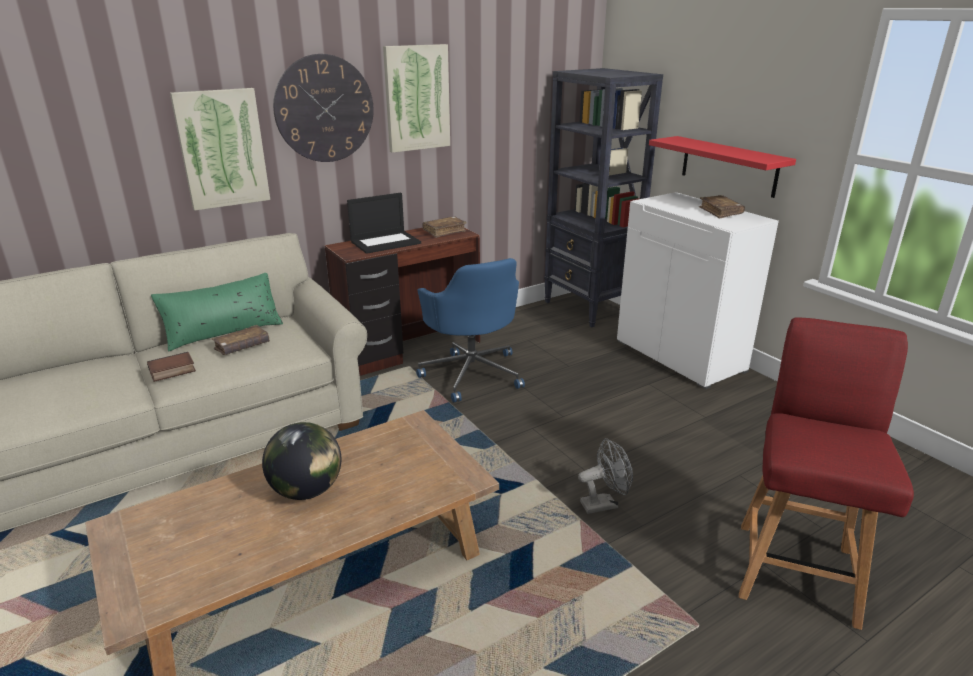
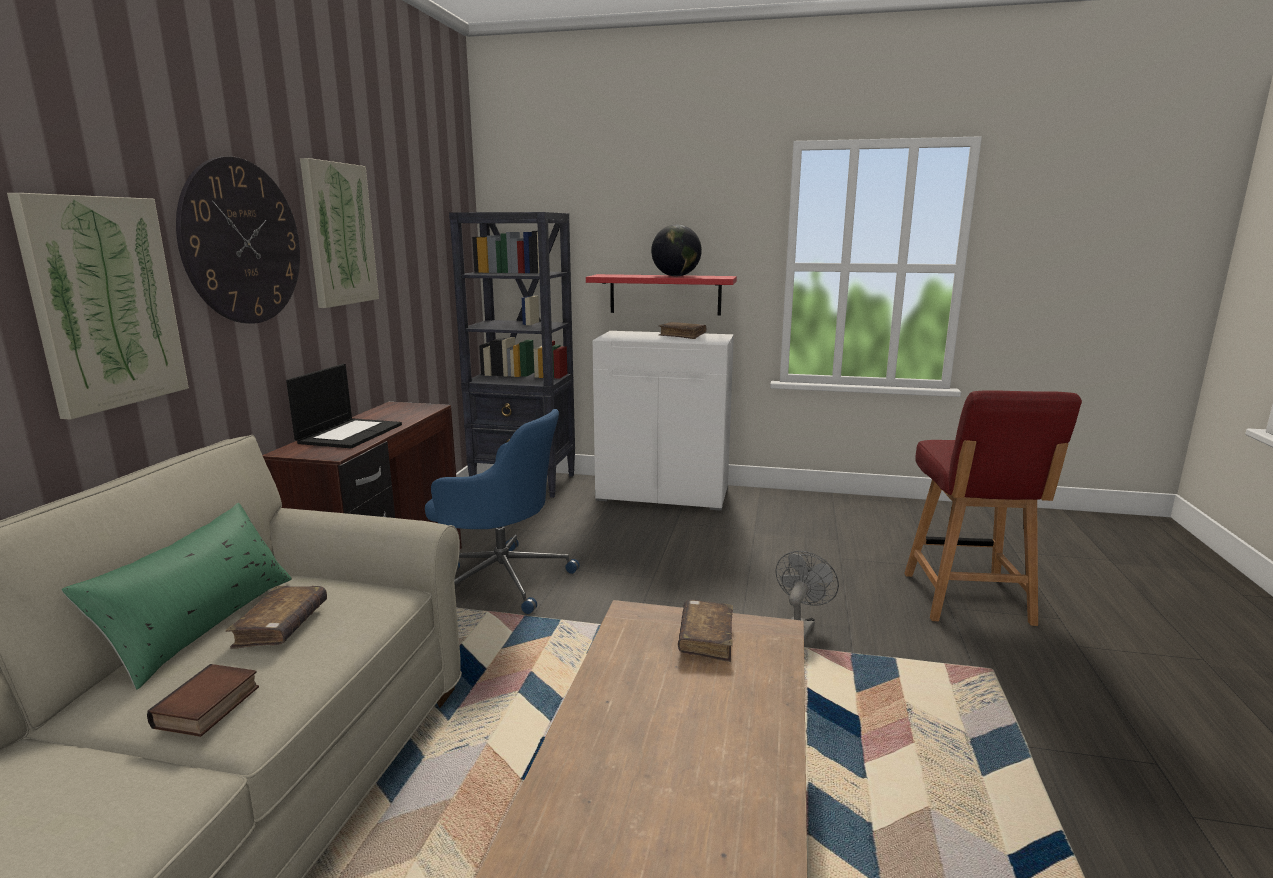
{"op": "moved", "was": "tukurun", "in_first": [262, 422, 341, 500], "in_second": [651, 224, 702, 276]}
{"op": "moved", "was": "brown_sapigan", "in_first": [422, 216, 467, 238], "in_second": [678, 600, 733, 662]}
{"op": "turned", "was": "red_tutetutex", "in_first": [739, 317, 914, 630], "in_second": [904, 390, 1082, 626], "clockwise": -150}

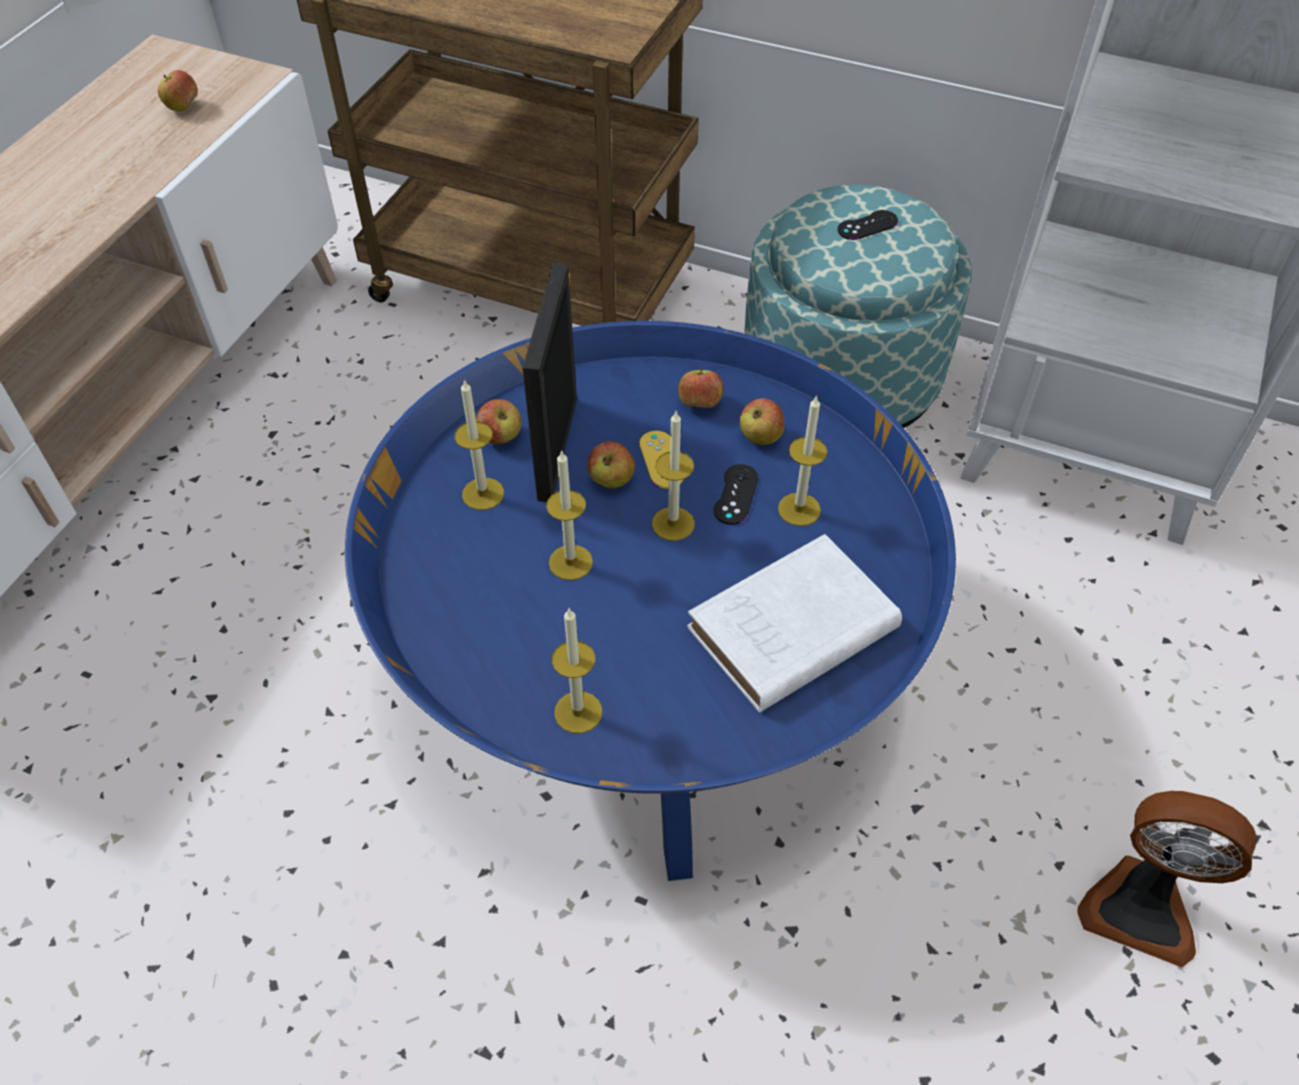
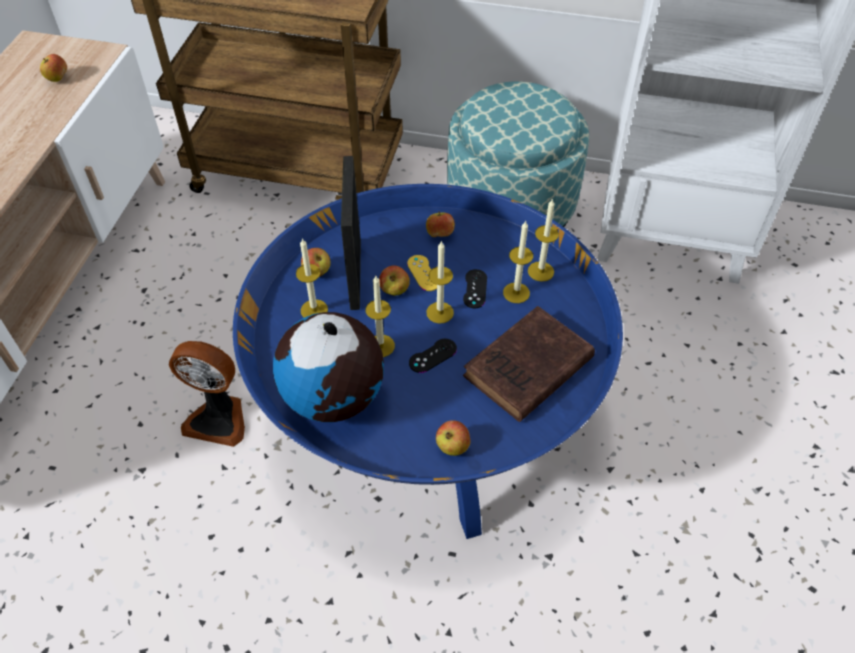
{"op": "added", "now": "tukurun", "in_second": [273, 312, 384, 422]}
{"op": "moved", "was": "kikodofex", "in_first": [552, 609, 602, 733], "in_second": [528, 198, 559, 282]}
{"op": "moved", "was": "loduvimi", "in_first": [739, 398, 784, 445], "in_second": [436, 420, 470, 456]}
{"op": "moved", "was": "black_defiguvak", "in_first": [838, 210, 898, 240], "in_second": [409, 339, 457, 373]}
{"op": "moved", "was": "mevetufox", "in_first": [1077, 791, 1256, 968], "in_second": [169, 341, 245, 447]}
{"op": "recoloured", "was": "white_sapigan", "now": "brown_sapigan", "in_first": [687, 534, 902, 712], "in_second": [463, 306, 595, 422]}

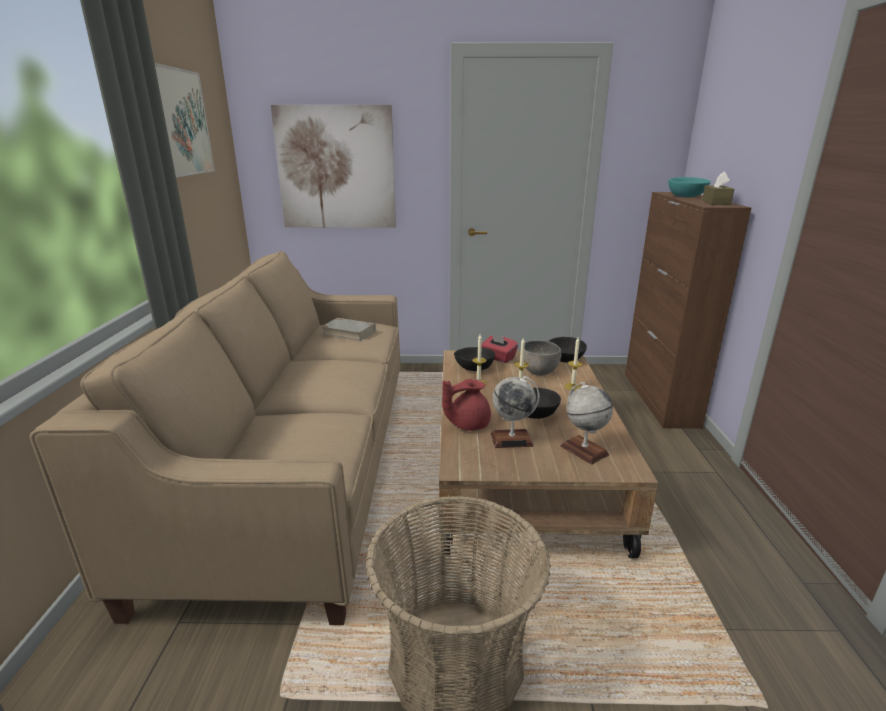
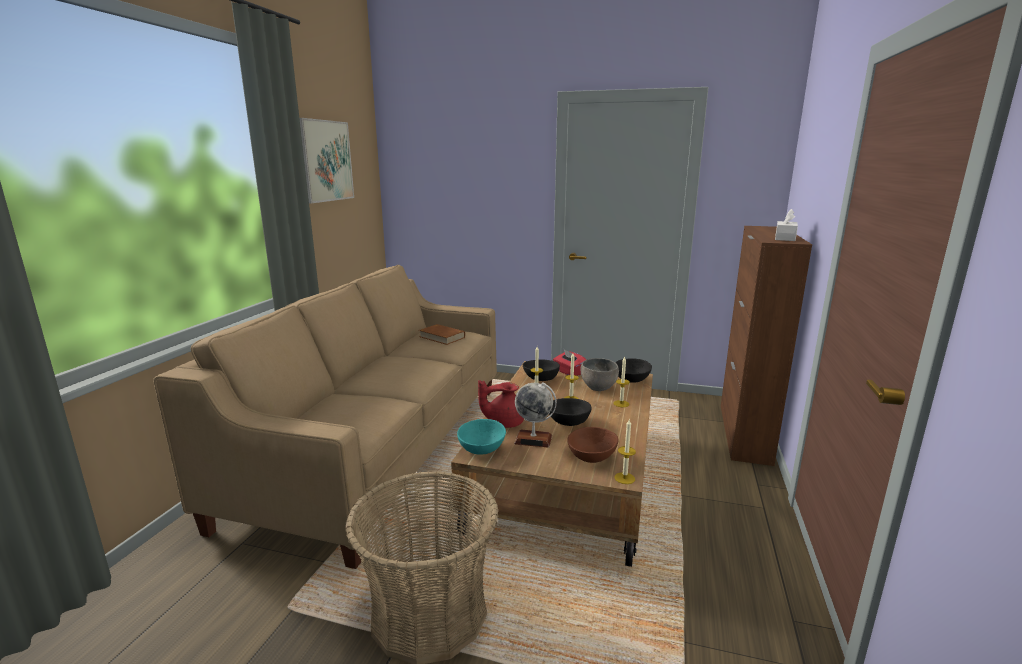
{"op": "removed", "was": "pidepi", "in_first": [271, 105, 396, 228]}
{"op": "added", "now": "kikodofex", "in_second": [615, 419, 636, 484]}
{"op": "moved", "was": "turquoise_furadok", "in_first": [668, 177, 711, 197], "in_second": [457, 419, 506, 455]}
{"op": "replaced", "was": "tukurun", "now": "brown_furadok", "in_first": [560, 382, 613, 464], "in_second": [567, 427, 618, 463]}
{"op": "recoloured", "was": "grey_sapigan", "now": "brown_sapigan", "in_first": [321, 318, 376, 341], "in_second": [419, 324, 465, 345]}
{"op": "recoloured", "was": "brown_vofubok", "now": "white_vofubok", "in_first": [702, 172, 734, 205], "in_second": [775, 209, 798, 241]}

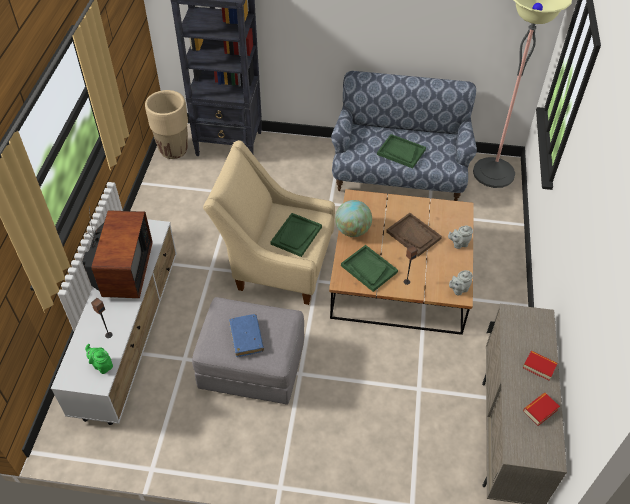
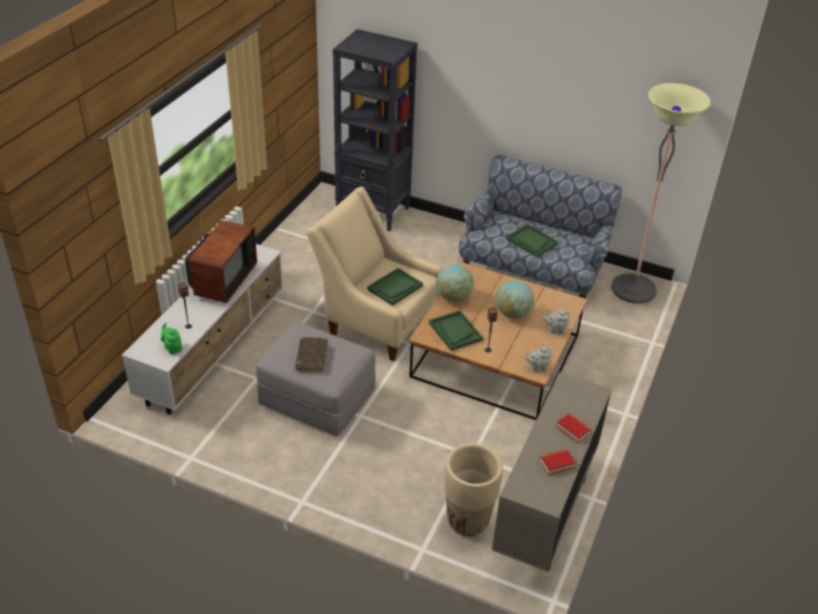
{"op": "moved", "was": "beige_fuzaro", "in_first": [145, 90, 188, 159], "in_second": [444, 443, 503, 537]}
{"op": "replaced", "was": "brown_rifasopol", "now": "tukurun", "in_first": [386, 213, 442, 257], "in_second": [496, 280, 534, 318]}
{"op": "recoloured", "was": "blue_sapigan", "now": "brown_sapigan", "in_first": [229, 314, 264, 357], "in_second": [295, 337, 328, 371]}

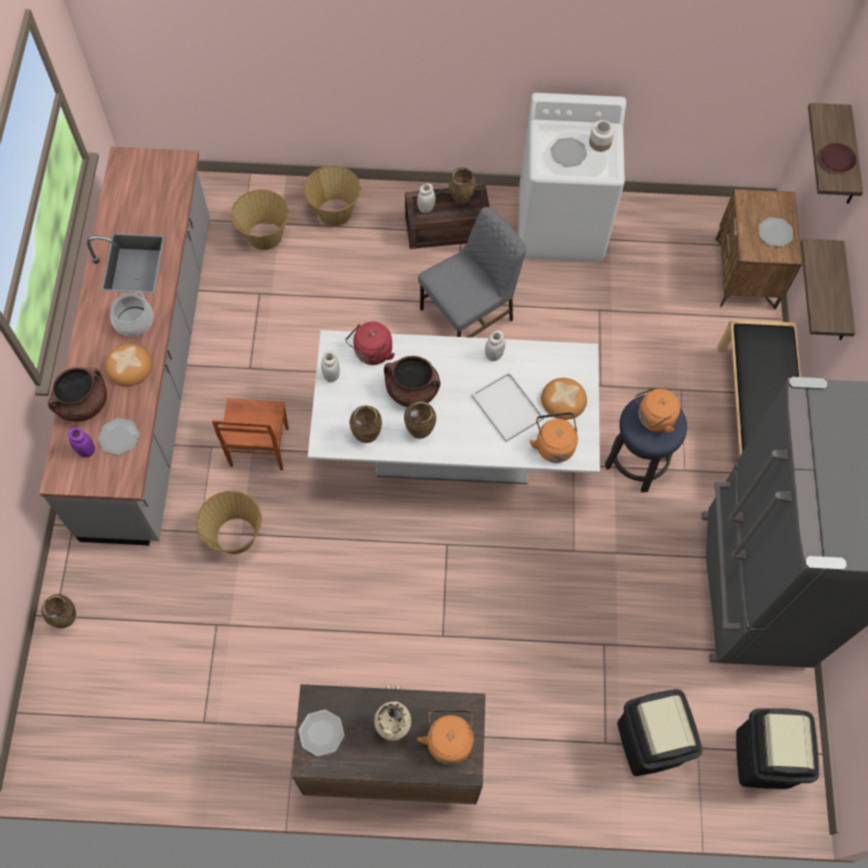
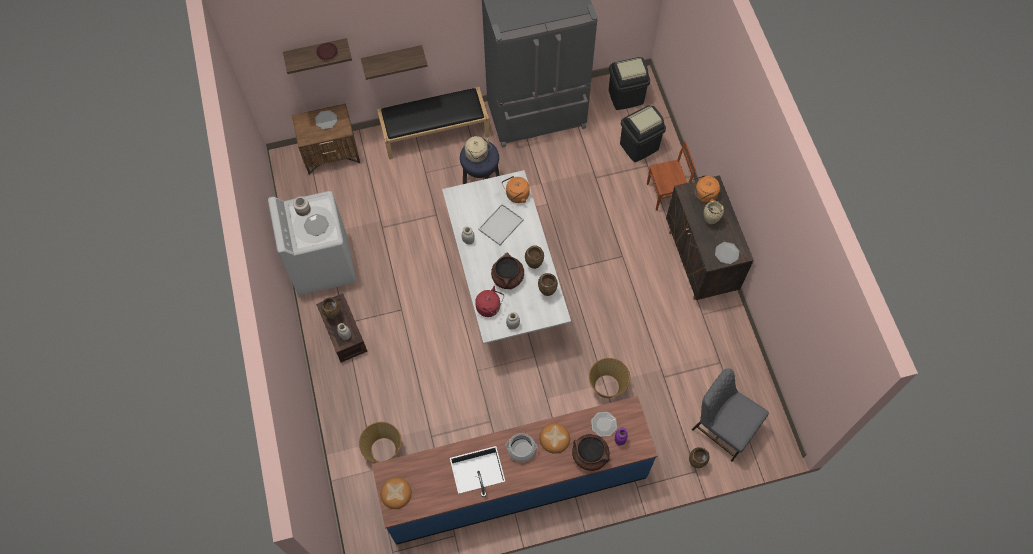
{"op": "removed", "was": "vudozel", "in_first": [304, 165, 361, 227]}
{"op": "moved", "was": "brown_tutetutex", "in_first": [212, 398, 289, 470], "in_second": [647, 141, 696, 211]}
{"op": "moved", "was": "grey_tutetutex", "in_first": [418, 207, 526, 338], "in_second": [692, 368, 769, 462]}
{"op": "moved", "was": "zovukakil", "in_first": [541, 378, 587, 420], "in_second": [380, 477, 412, 509]}
{"op": "recoloured", "was": "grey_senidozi", "now": "blue_senidozi", "in_first": [39, 147, 210, 545], "in_second": [372, 396, 657, 545]}
{"op": "recoloured", "was": "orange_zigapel", "now": "beige_zigapel", "in_first": [635, 387, 680, 433], "in_second": [465, 136, 492, 162]}

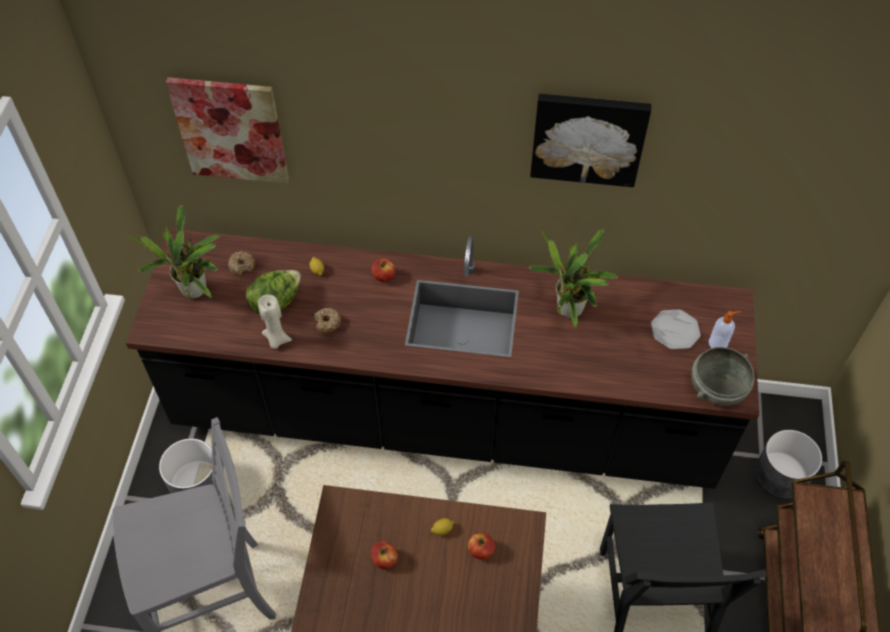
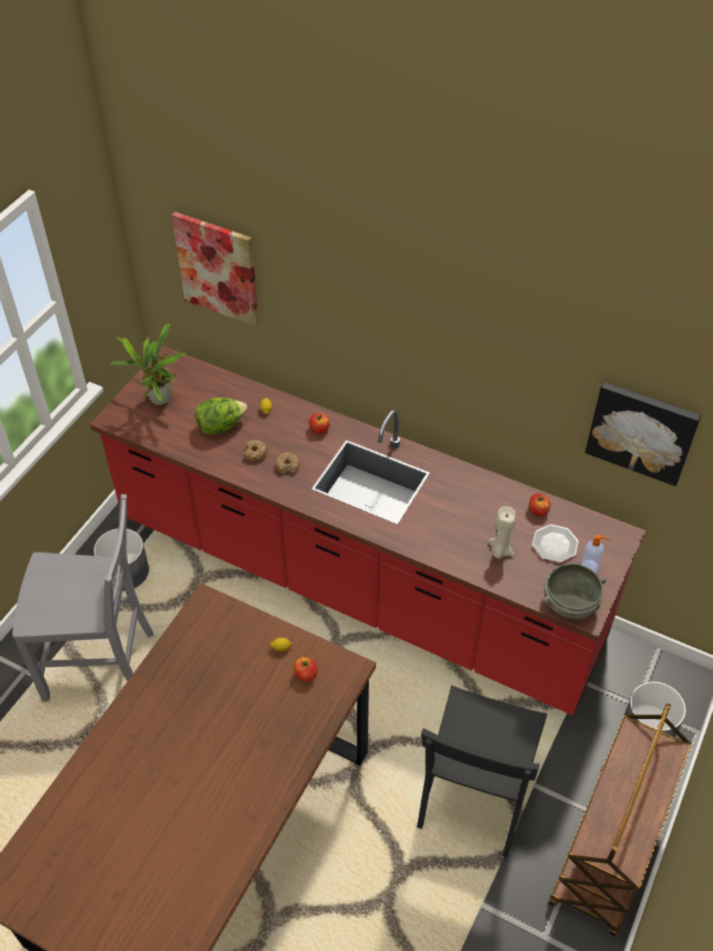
{"op": "removed", "was": "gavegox", "in_first": [529, 229, 618, 328]}
{"op": "moved", "was": "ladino", "in_first": [228, 251, 255, 276], "in_second": [276, 452, 300, 474]}
{"op": "moved", "was": "beige_kikodofex", "in_first": [258, 295, 292, 349], "in_second": [489, 506, 516, 559]}
{"op": "moved", "was": "loduvimi", "in_first": [371, 541, 398, 569], "in_second": [529, 493, 551, 516]}
{"op": "moved", "was": "pidepi", "in_first": [530, 94, 651, 187], "in_second": [585, 382, 701, 486]}
{"op": "recoloured", "was": "black_senidozi", "now": "red_senidozi", "in_first": [126, 229, 759, 489], "in_second": [90, 346, 646, 715]}

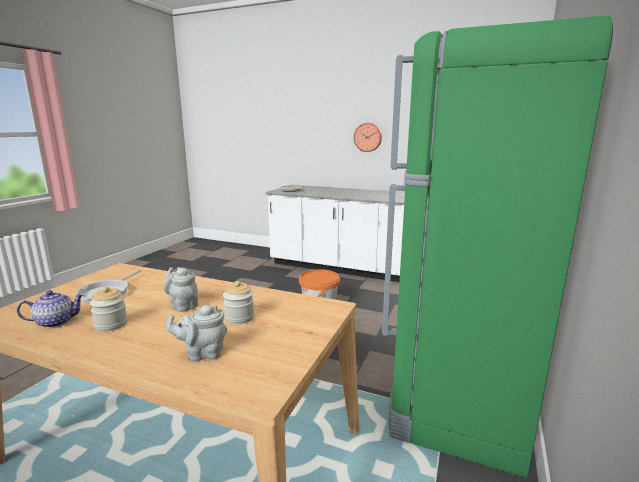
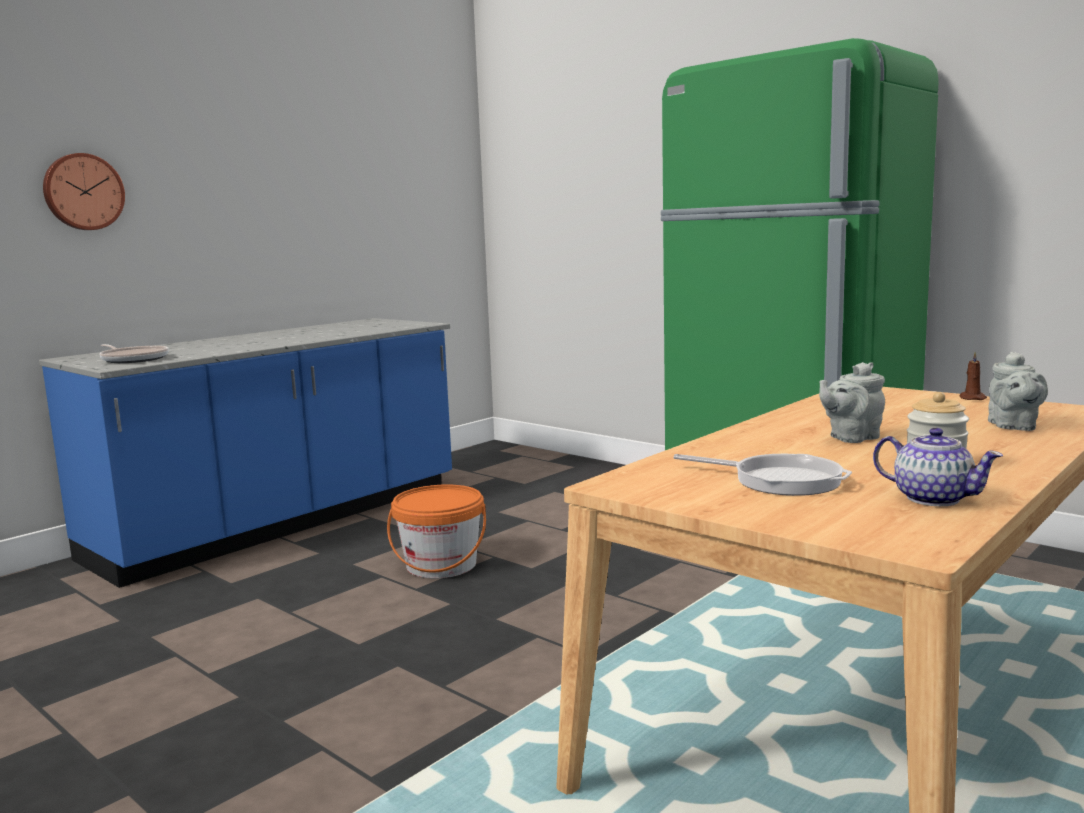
{"op": "removed", "was": "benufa", "in_first": [223, 281, 254, 324]}
{"op": "added", "now": "brown_kikodofex", "in_second": [959, 352, 987, 400]}
{"op": "moved", "was": "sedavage", "in_first": [354, 123, 382, 152], "in_second": [43, 153, 125, 230]}
{"op": "recoloured", "was": "white_senidozi", "now": "blue_senidozi", "in_first": [265, 185, 405, 282], "in_second": [39, 318, 452, 588]}
{"op": "turned", "was": "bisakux", "in_first": [17, 290, 85, 328], "in_second": [873, 428, 1003, 506], "clockwise": 135}

